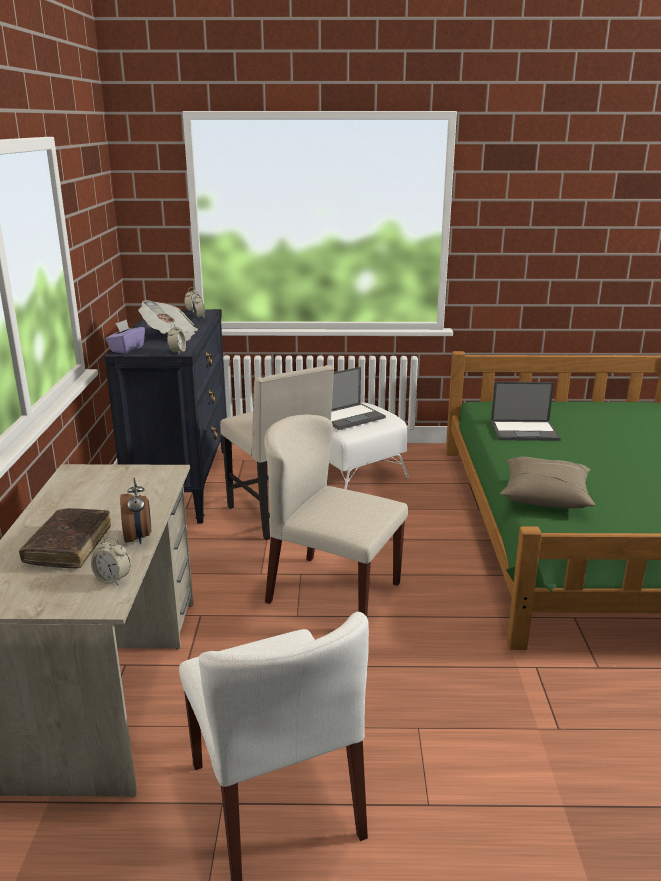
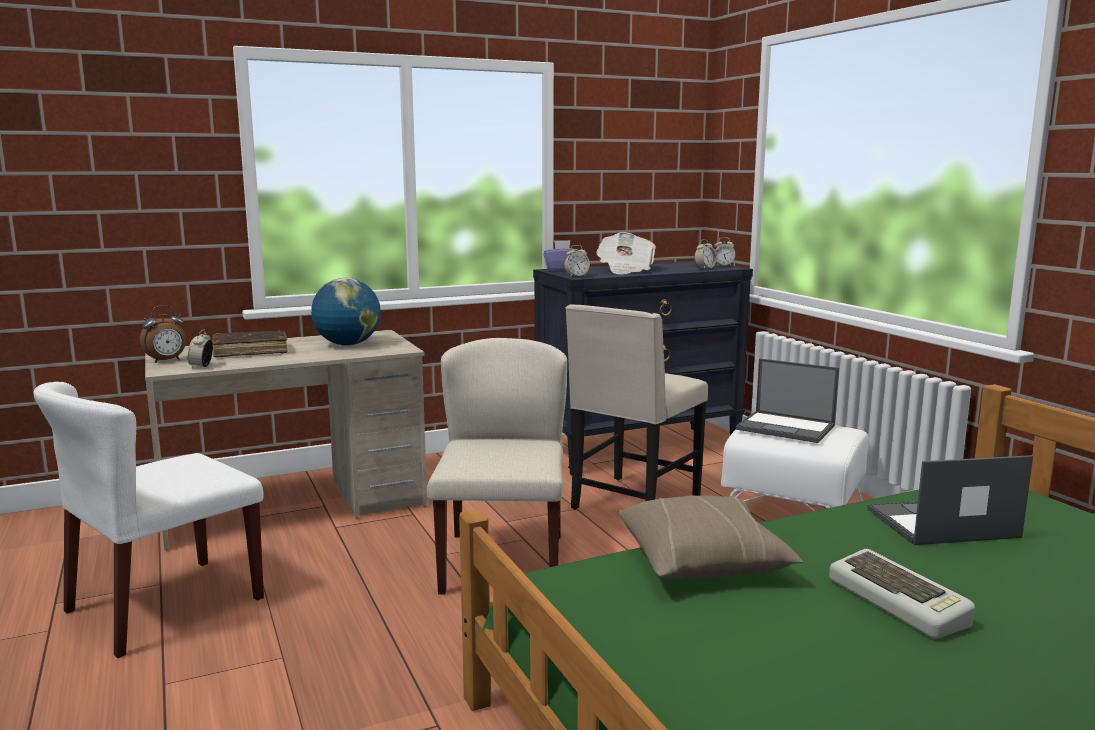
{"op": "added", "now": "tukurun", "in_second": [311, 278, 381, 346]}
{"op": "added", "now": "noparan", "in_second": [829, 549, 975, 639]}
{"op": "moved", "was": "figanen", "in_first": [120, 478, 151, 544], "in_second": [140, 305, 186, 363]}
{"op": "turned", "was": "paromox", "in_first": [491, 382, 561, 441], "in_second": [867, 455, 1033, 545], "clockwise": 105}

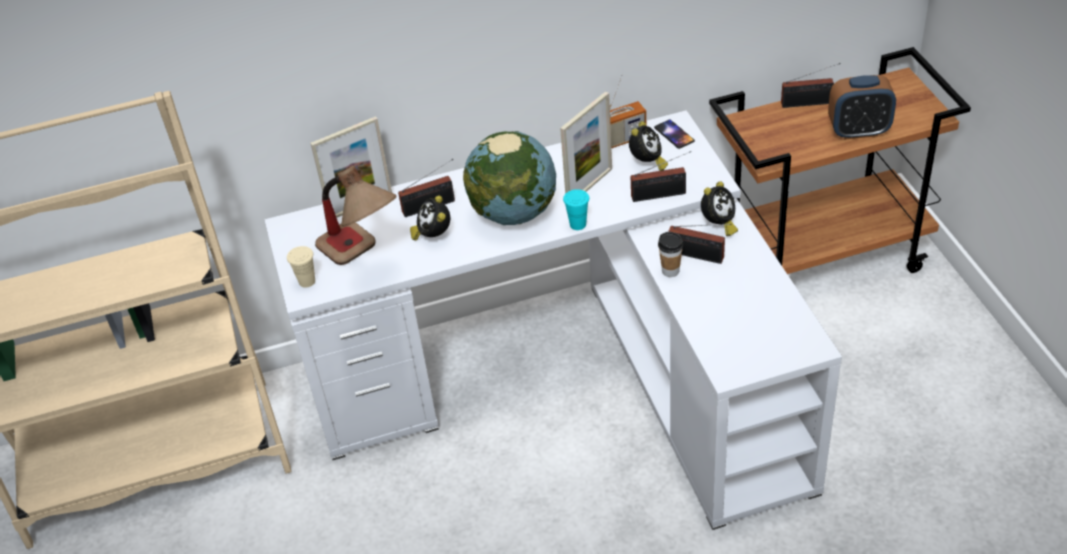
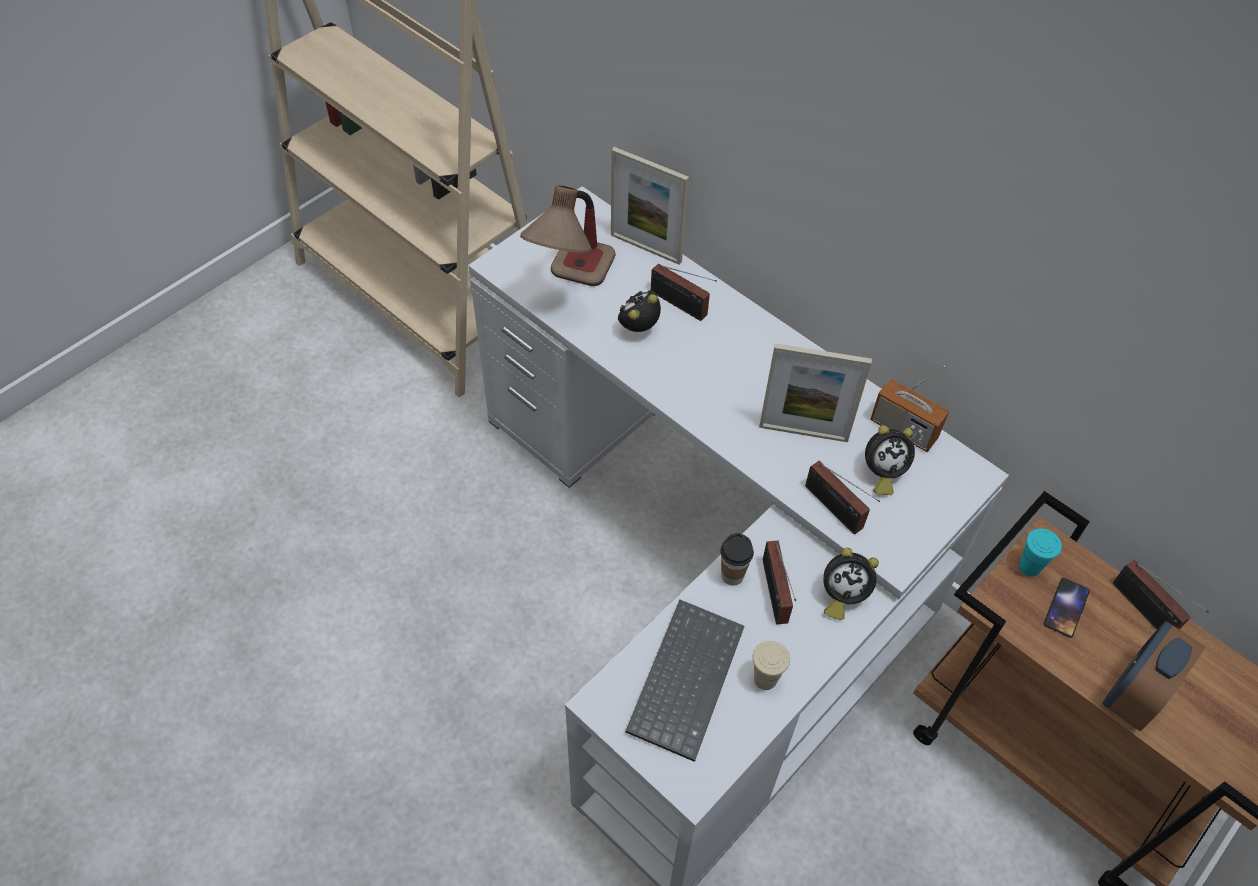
{"op": "removed", "was": "tukurun", "in_first": [463, 131, 556, 225]}
{"op": "added", "now": "noparan", "in_second": [625, 600, 745, 762]}
{"op": "moved", "was": "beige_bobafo", "in_first": [287, 246, 315, 288], "in_second": [753, 641, 790, 690]}
{"op": "moved", "was": "turquoise_bobafo", "in_first": [563, 189, 589, 230], "in_second": [1019, 528, 1062, 577]}
{"op": "moved", "was": "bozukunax", "in_first": [654, 120, 695, 149], "in_second": [1044, 578, 1090, 638]}
{"op": "turned", "was": "figanen", "in_first": [828, 75, 896, 139], "in_second": [1103, 621, 1205, 731], "clockwise": 75}

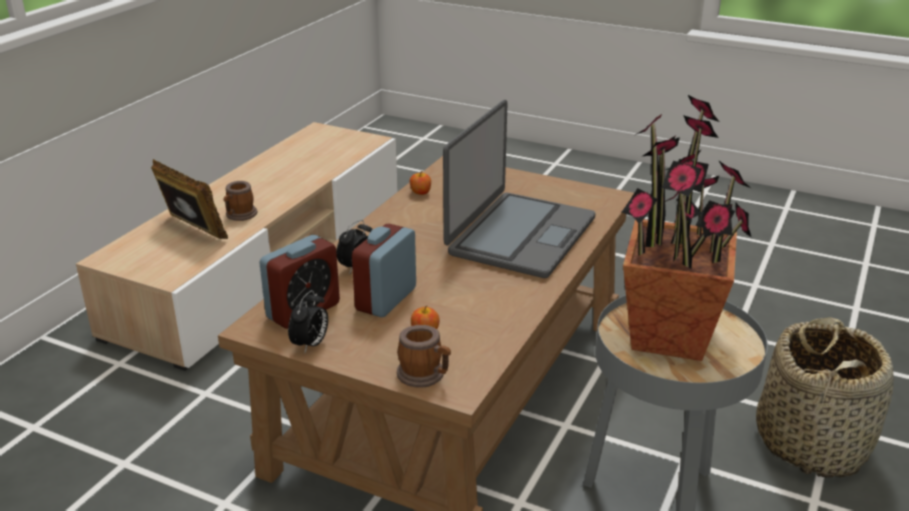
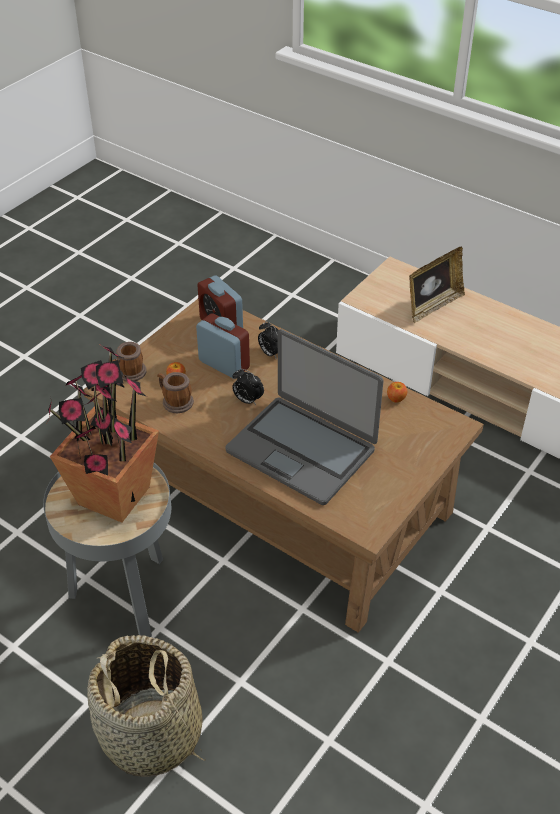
{"op": "moved", "was": "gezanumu", "in_first": [224, 181, 257, 221], "in_second": [157, 372, 194, 413]}
{"op": "moved", "was": "figanen", "in_first": [288, 290, 328, 353], "in_second": [232, 369, 264, 405]}

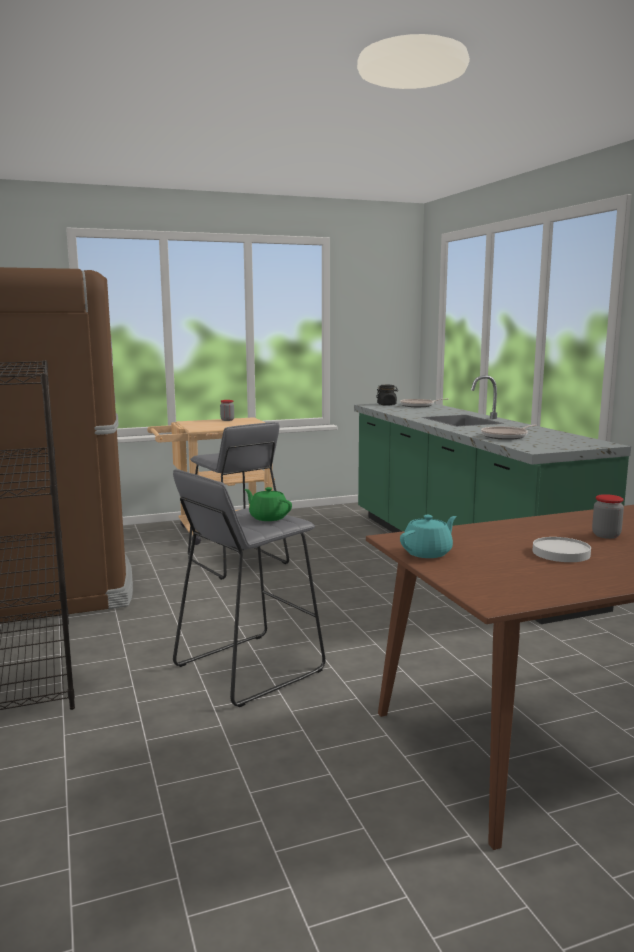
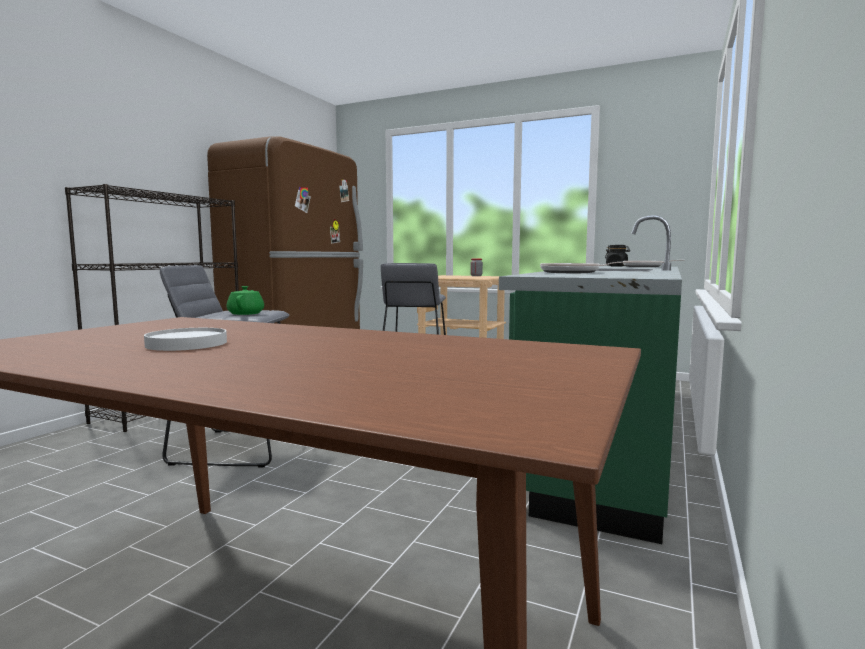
{"op": "removed", "was": "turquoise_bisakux", "in_first": [400, 515, 457, 558]}
{"op": "removed", "was": "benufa", "in_first": [592, 494, 624, 539]}

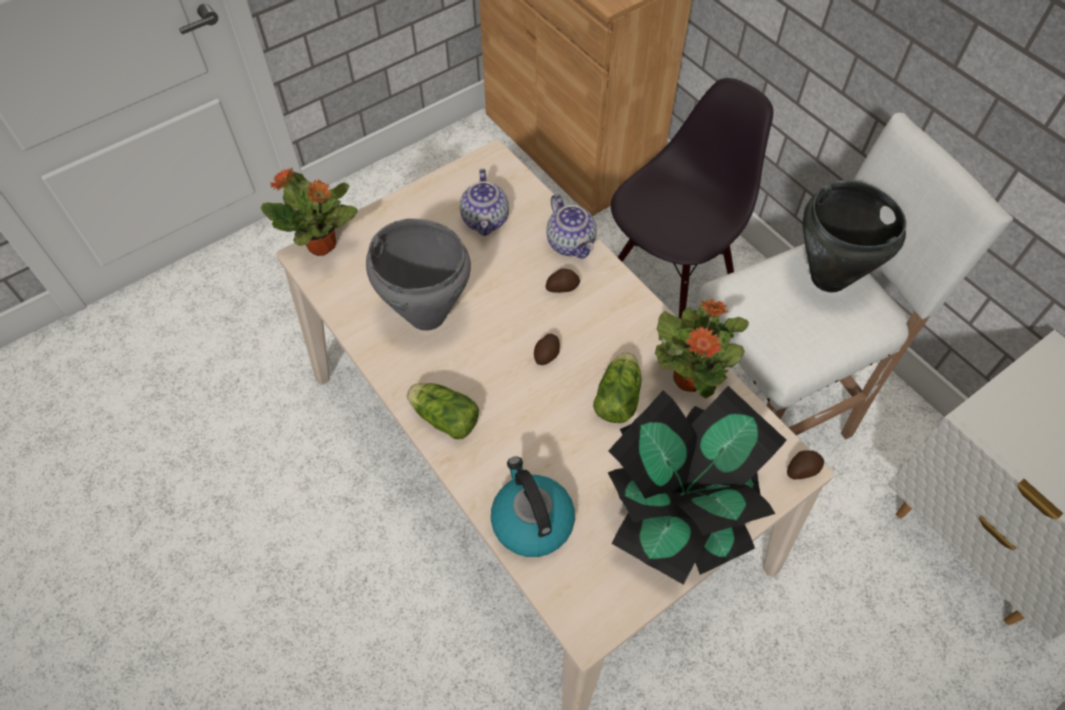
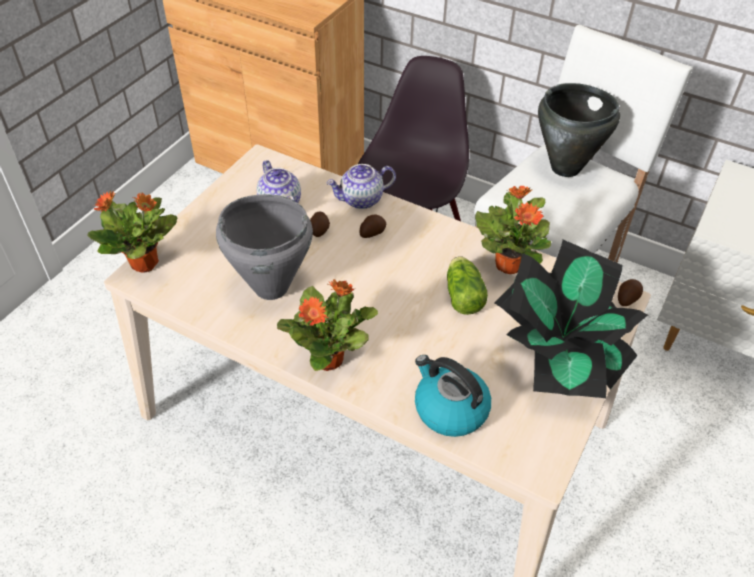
{"op": "moved", "was": "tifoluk", "in_first": [534, 334, 560, 365], "in_second": [310, 211, 330, 237]}
{"op": "replaced", "was": "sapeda", "now": "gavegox", "in_first": [407, 383, 479, 439], "in_second": [277, 279, 378, 371]}
{"op": "turned", "was": "bisakux", "in_first": [546, 194, 597, 259], "in_second": [326, 164, 396, 209], "clockwise": 120}

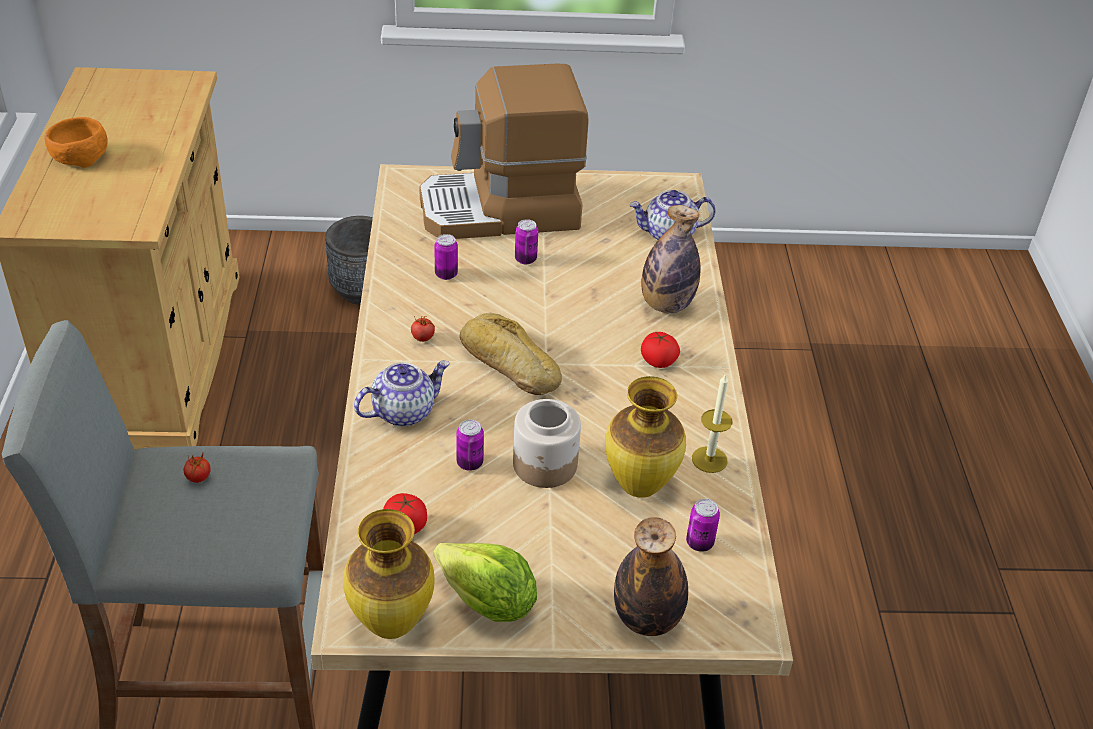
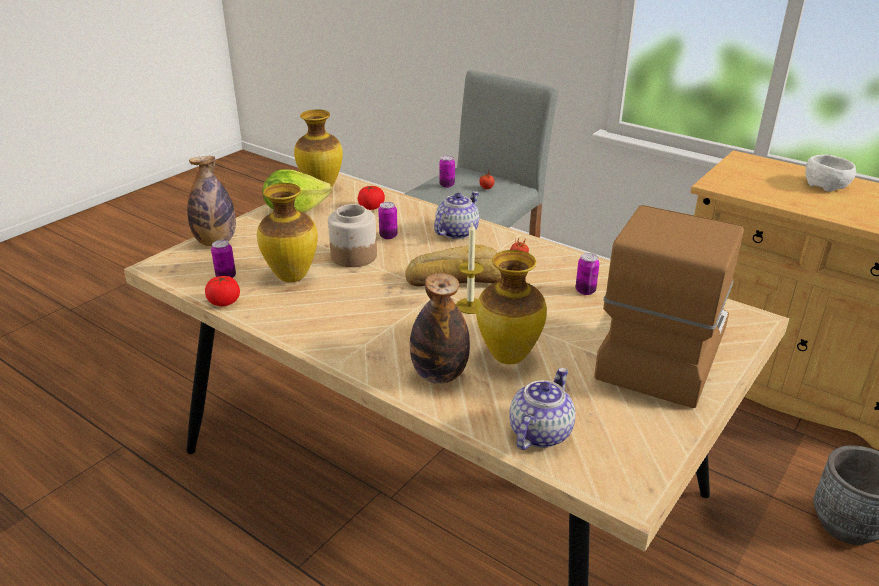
{"op": "added", "now": "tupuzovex", "in_second": [476, 250, 547, 364]}
{"op": "moved", "was": "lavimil", "in_first": [515, 219, 538, 265], "in_second": [439, 156, 455, 188]}
{"op": "moved", "was": "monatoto", "in_first": [641, 331, 680, 368], "in_second": [205, 276, 240, 306]}
{"op": "moved", "was": "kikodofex", "in_first": [692, 373, 733, 473], "in_second": [456, 222, 484, 314]}
{"op": "recoloured", "was": "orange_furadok", "now": "white_furadok", "in_first": [44, 117, 108, 168], "in_second": [805, 154, 856, 191]}
{"op": "turned", "was": "bisakux", "in_first": [354, 360, 450, 427], "in_second": [434, 191, 479, 239], "clockwise": -150}

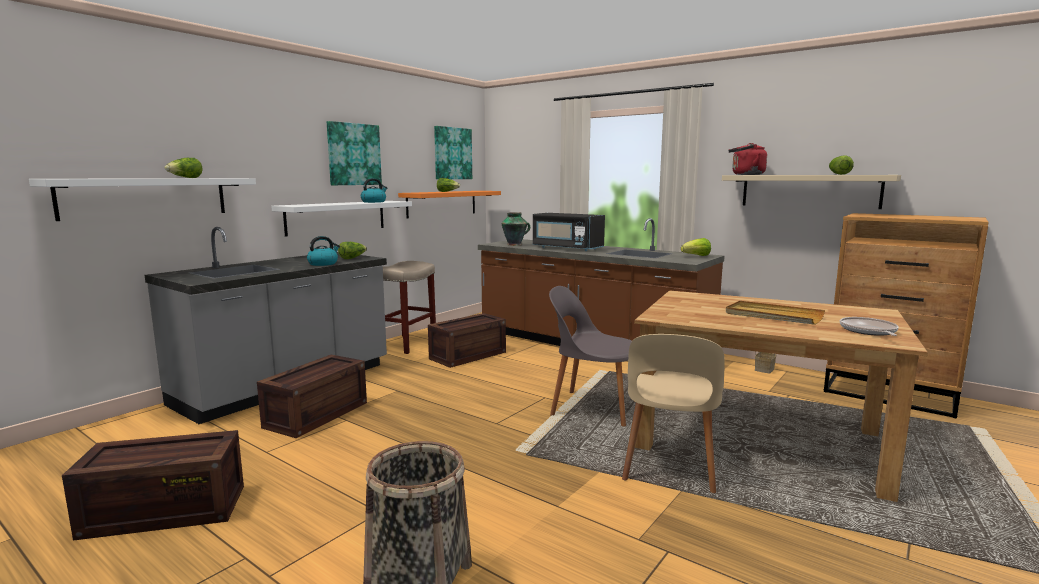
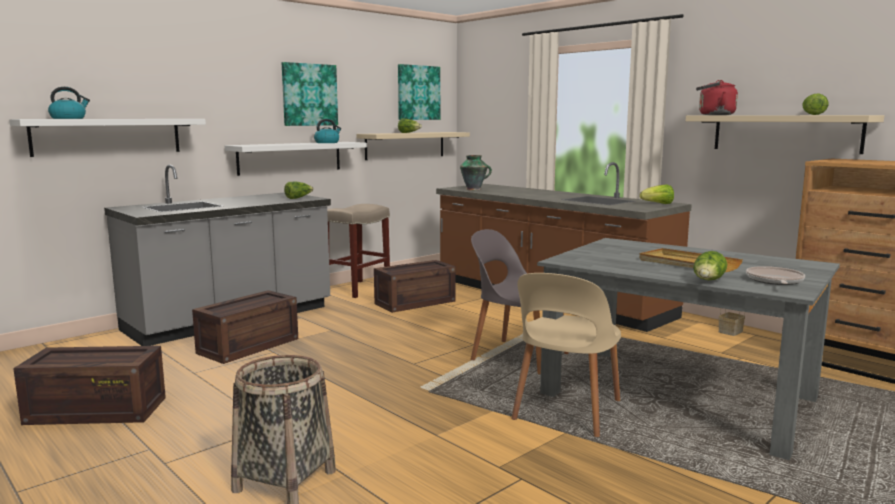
{"op": "removed", "was": "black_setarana", "in_first": [533, 213, 605, 251]}
{"op": "moved", "was": "sapeda", "in_first": [164, 158, 203, 178], "in_second": [693, 251, 727, 280]}
{"op": "moved", "was": "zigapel", "in_first": [307, 236, 340, 266], "in_second": [48, 87, 90, 119]}
{"op": "recoloured", "was": "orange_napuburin", "now": "beige_napuburin", "in_first": [398, 191, 501, 219], "in_second": [356, 132, 470, 160]}
{"op": "recoloured", "was": "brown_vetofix", "now": "grey_vetofix", "in_first": [634, 290, 928, 502], "in_second": [537, 238, 840, 460]}

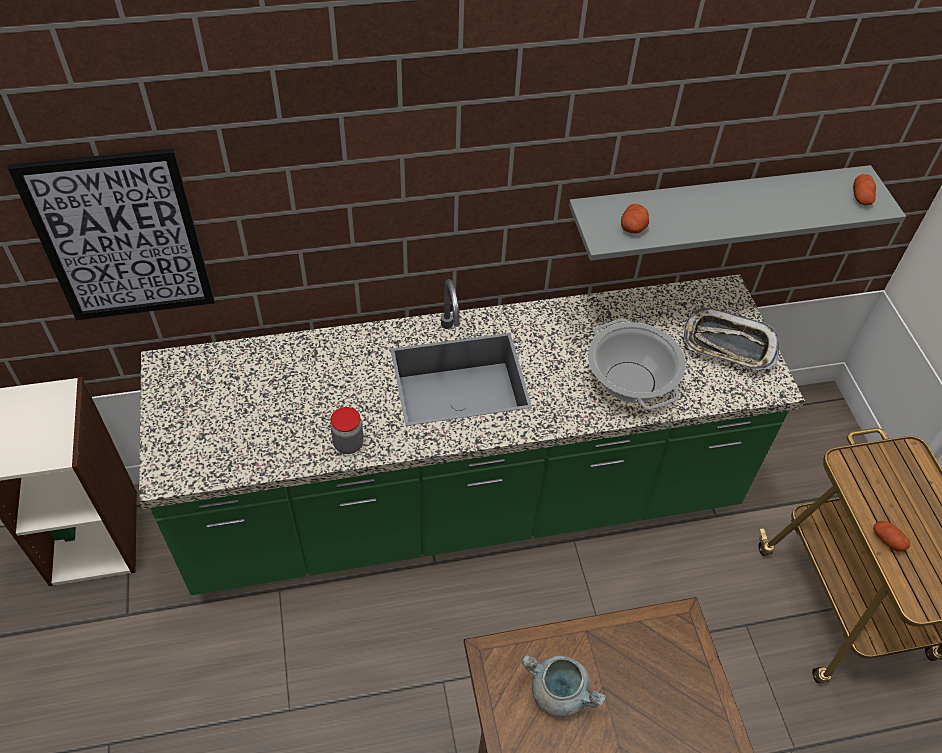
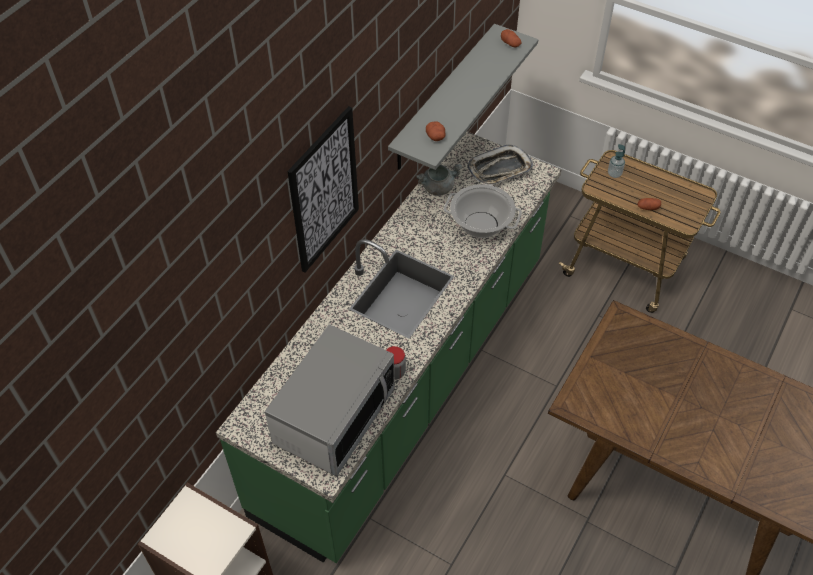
{"op": "added", "now": "setarana", "in_second": [265, 324, 395, 476]}
{"op": "added", "now": "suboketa", "in_second": [608, 144, 625, 178]}
{"op": "moved", "was": "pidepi", "in_first": [8, 148, 215, 320], "in_second": [287, 106, 359, 273]}
{"op": "moved", "was": "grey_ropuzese", "in_first": [522, 655, 606, 717], "in_second": [416, 163, 463, 196]}

